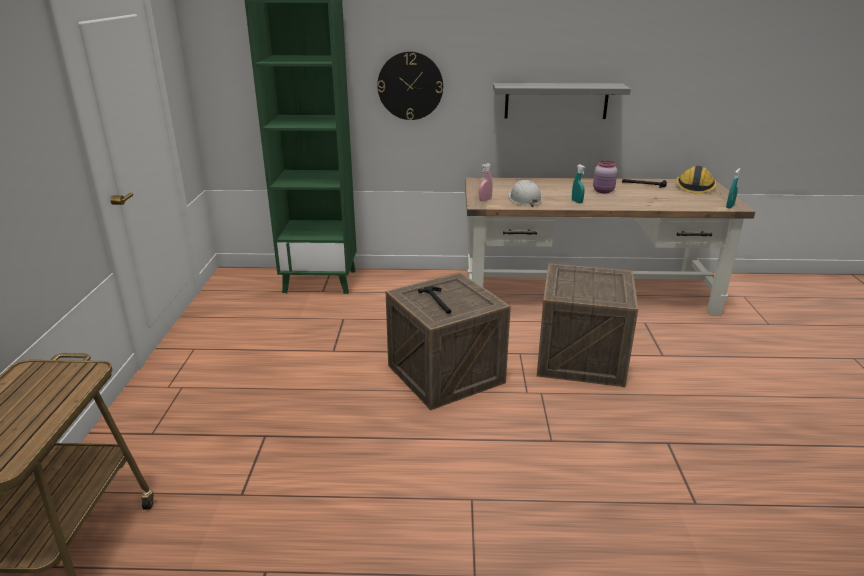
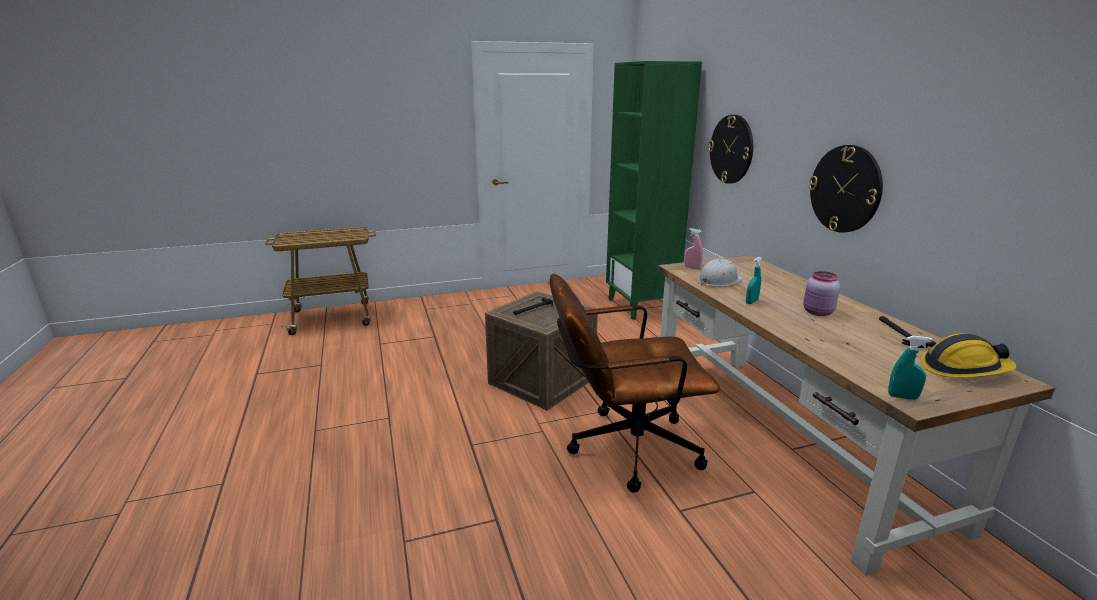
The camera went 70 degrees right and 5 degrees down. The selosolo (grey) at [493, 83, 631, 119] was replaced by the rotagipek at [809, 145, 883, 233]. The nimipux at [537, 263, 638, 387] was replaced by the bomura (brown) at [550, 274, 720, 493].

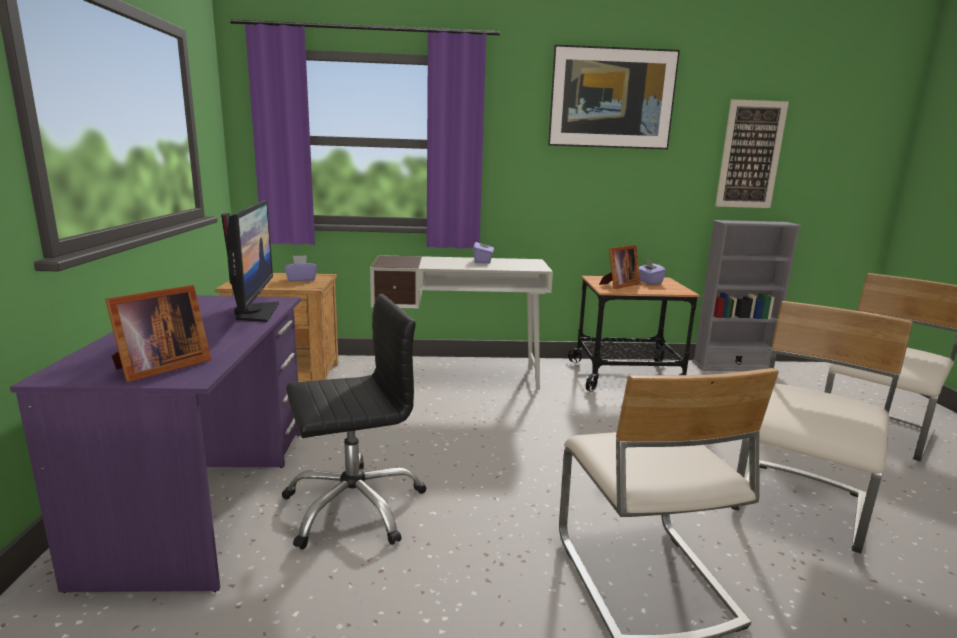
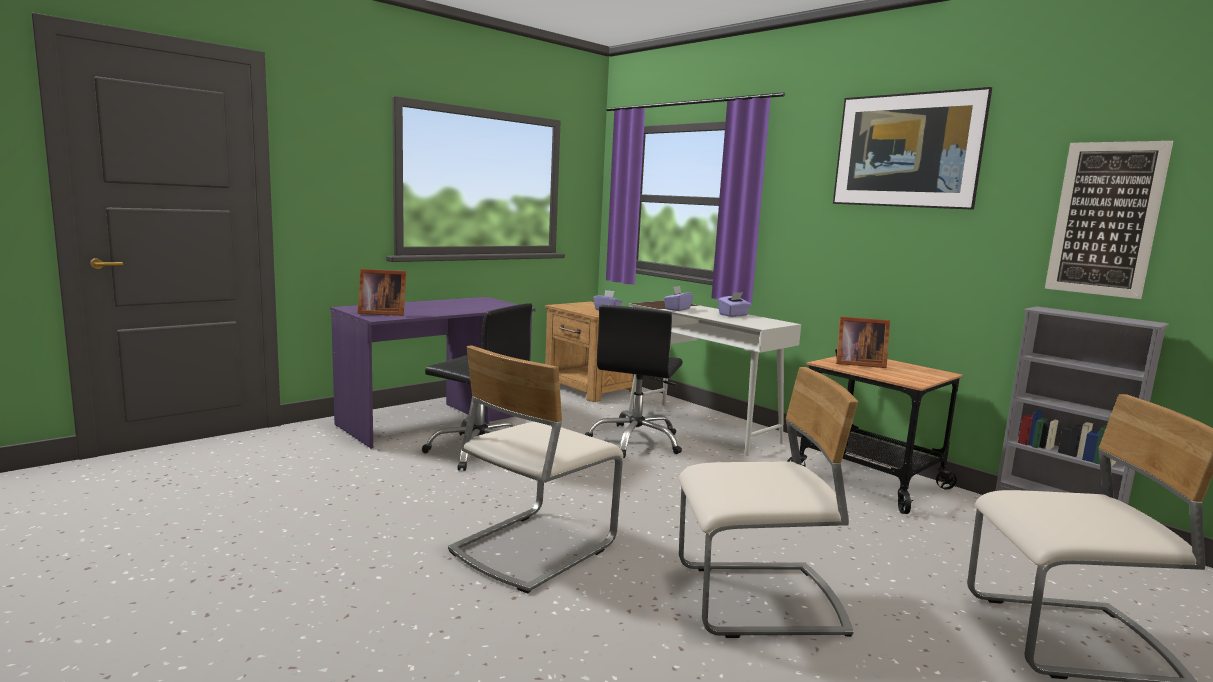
The camera went 50 degrees right and 5 degrees down. The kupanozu at [221, 200, 279, 322] disappeared. The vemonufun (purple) moved from [639, 259, 666, 284] to [664, 286, 693, 311]. The bomura (black) at [585, 305, 683, 458] appeared.

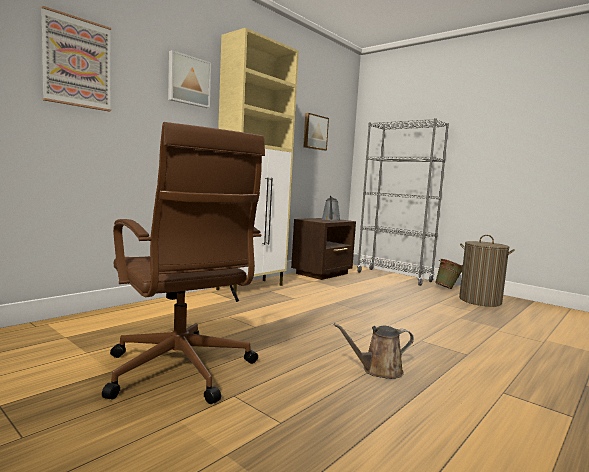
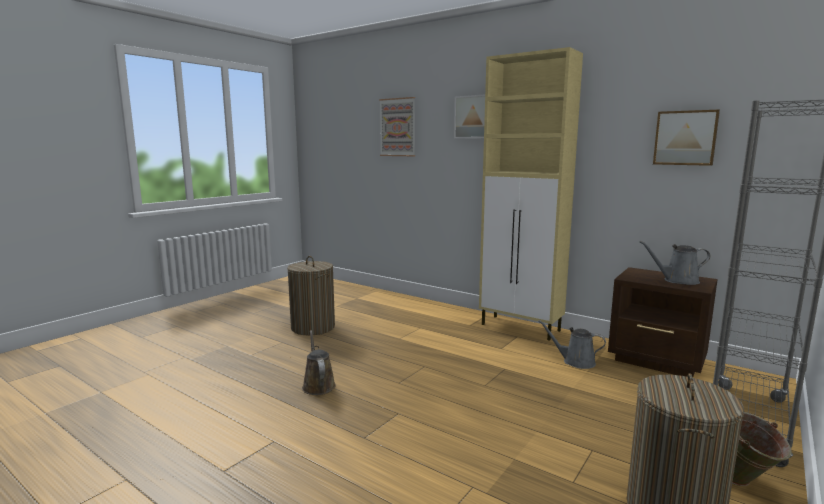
The camera went 85 degrees right and 5 degrees up. The bomura (brown) at [102, 122, 265, 404] was replaced by the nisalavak at [287, 256, 335, 335]. The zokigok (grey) at [538, 320, 606, 369] appeared.

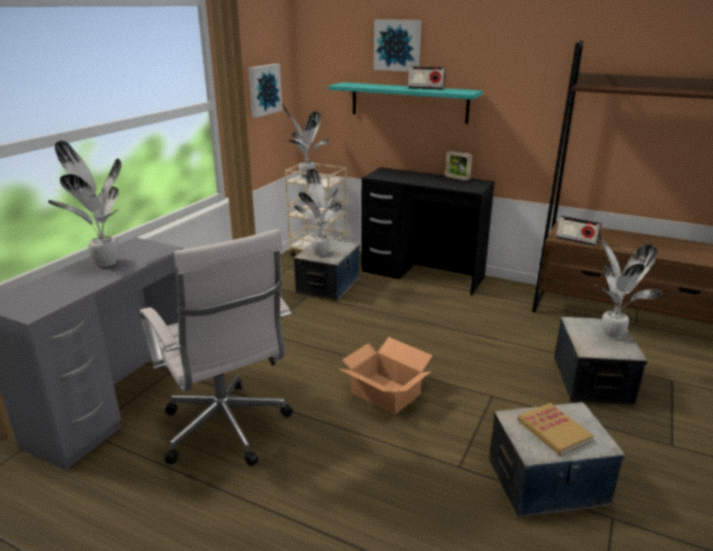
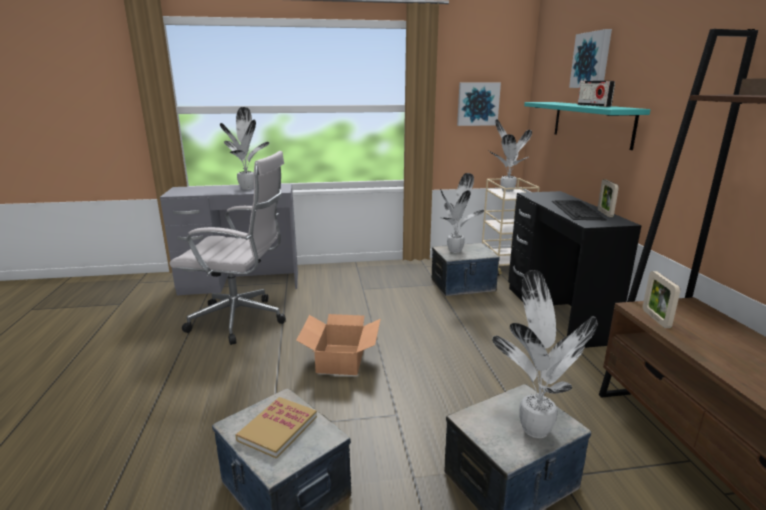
The camera went 55 degrees right and 5 degrees down. The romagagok at [556, 215, 601, 246] was replaced by the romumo at [643, 271, 680, 328]. The bomura (white) at [140, 229, 293, 466] turned 105 degrees counterclockwise. The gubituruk at [552, 200, 607, 220] appeared.

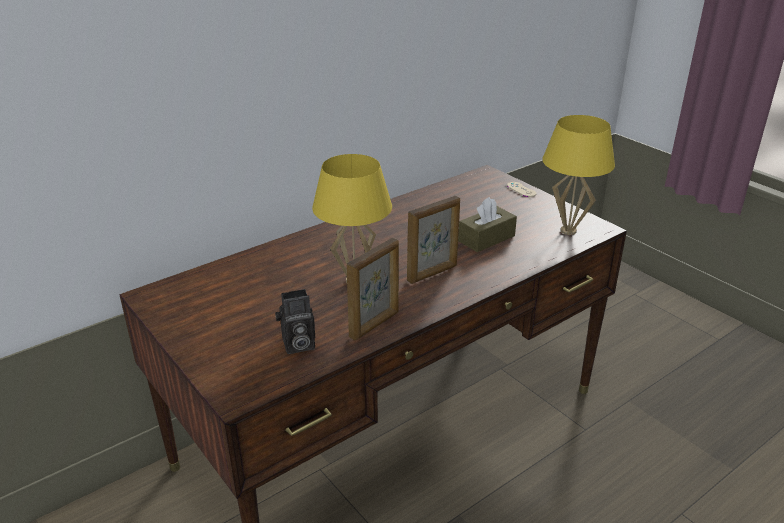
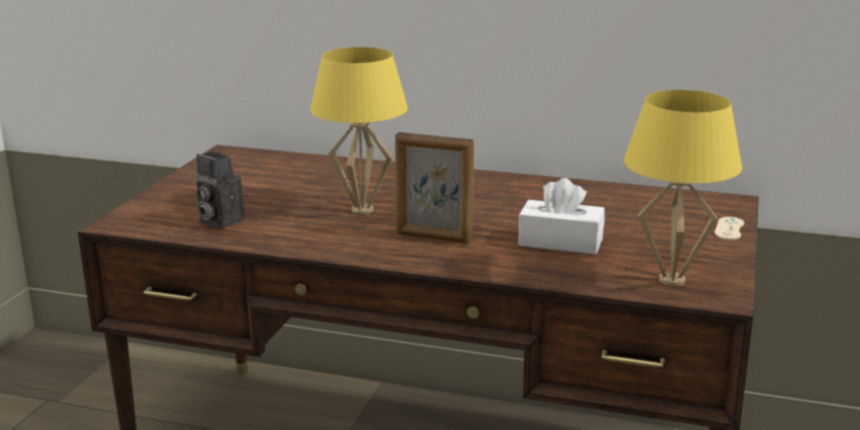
The camera went 55 degrees right and 10 degrees down. The vemonufun (brown) at [458, 197, 517, 252] became the vemonufun (white) at [518, 178, 605, 254]. The romumo at [347, 238, 399, 341] disappeared.

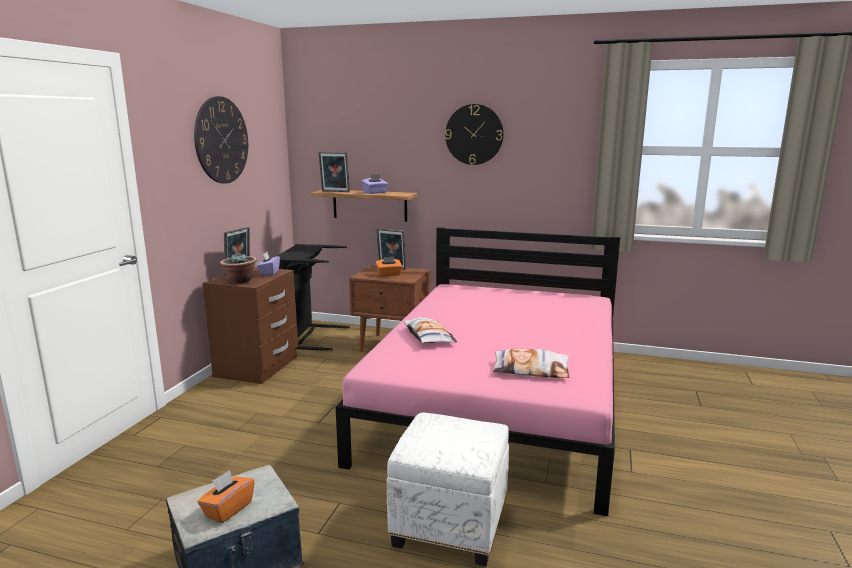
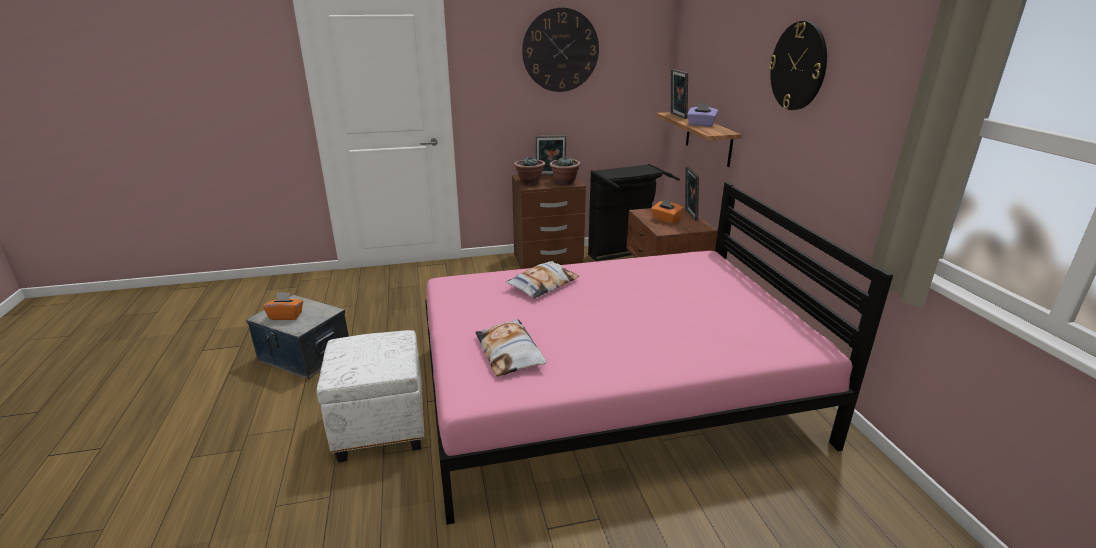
The camera went 60 degrees right and 10 degrees up. The vemonufun (purple) at [257, 252, 280, 275] was replaced by the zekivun at [549, 156, 581, 184].

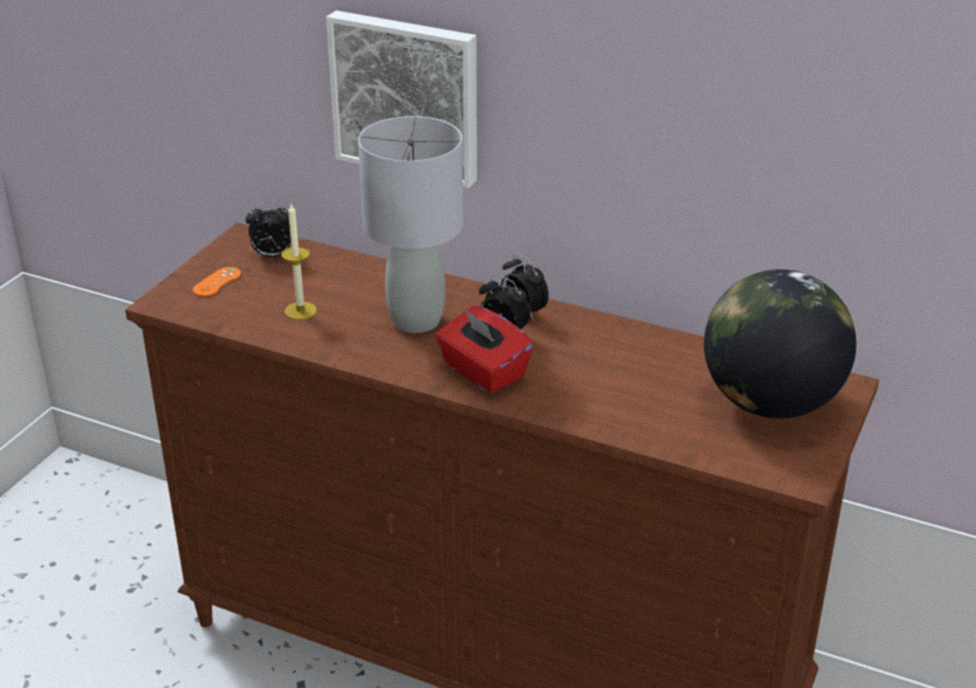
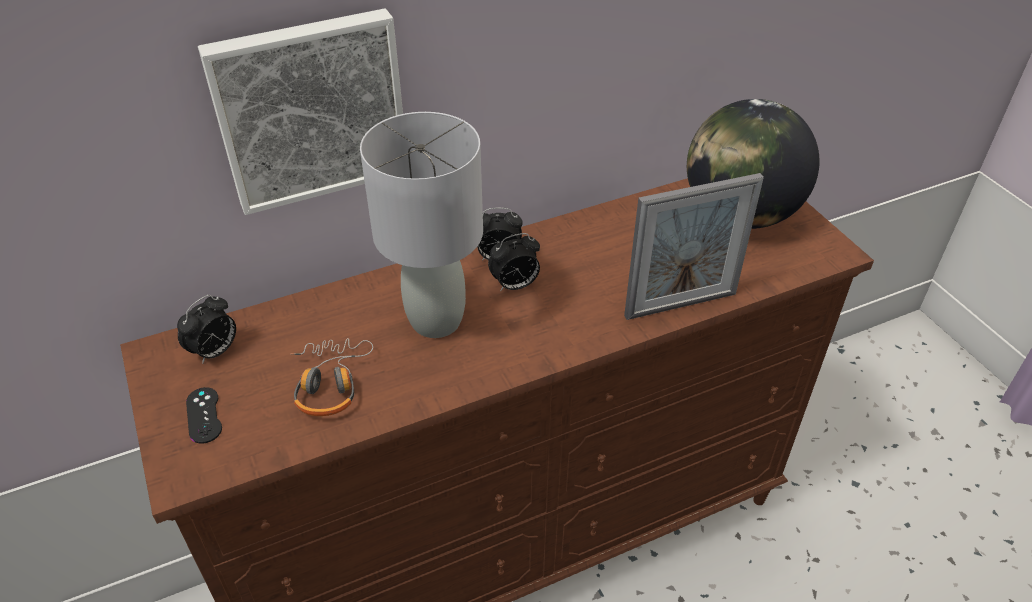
The camera went 50 degrees left and 10 degrees up. The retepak at [282, 204, 317, 320] was replaced by the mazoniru at [290, 338, 373, 416]. The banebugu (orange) at [193, 267, 241, 297] became the banebugu (black) at [186, 387, 222, 444]. The vemonufun (red) at [435, 306, 534, 394] disappeared. The romumo at [624, 173, 764, 320] appeared.

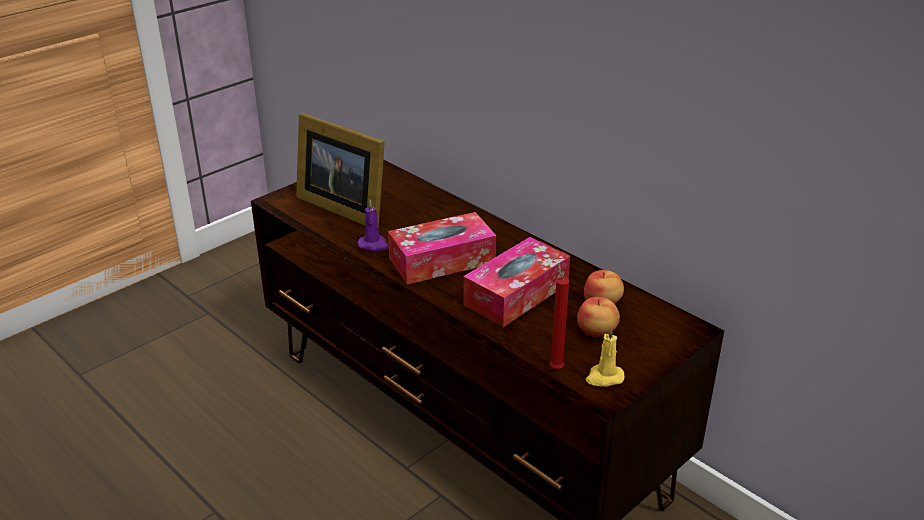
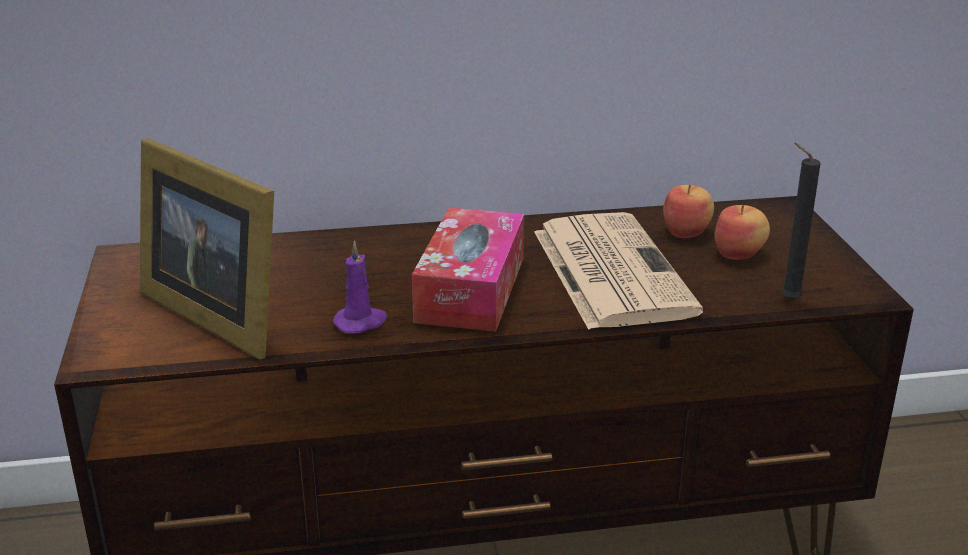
The camera went 55 degrees left and 5 degrees down. The romumo at [296, 113, 385, 227] turned 60 degrees clockwise. The vemonufun at [463, 237, 570, 327] was replaced by the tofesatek at [534, 212, 703, 330]. The retepak (red) at [550, 263, 569, 369] became the retepak (black) at [781, 143, 821, 301]. The retepak (yellow) at [586, 326, 625, 387] disappeared.

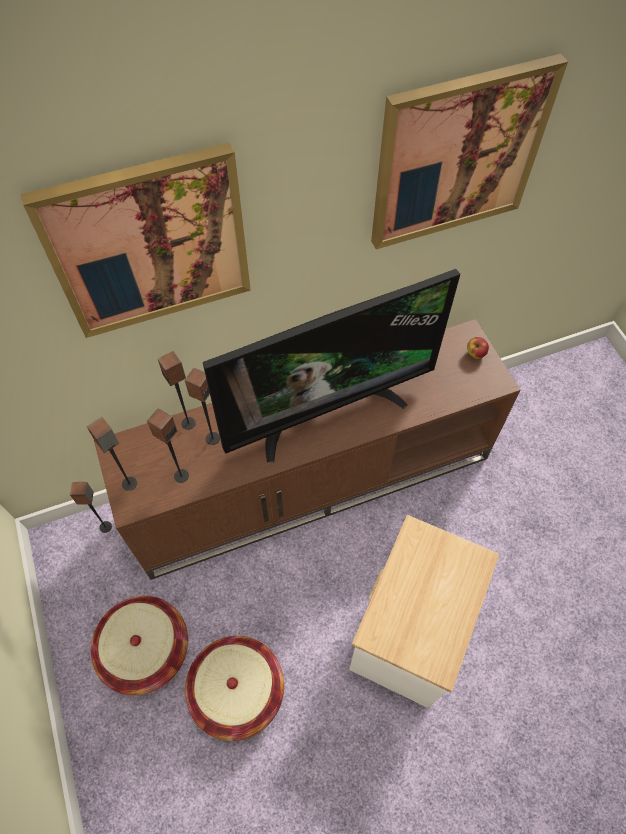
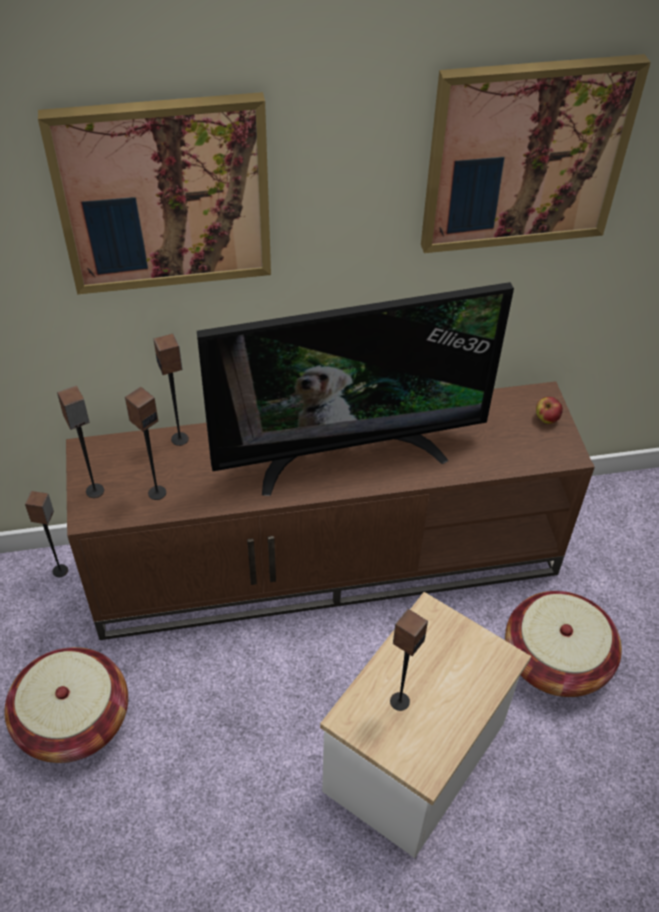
The camera went 10 degrees right and 10 degrees down. The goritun moved from [185, 368, 220, 445] to [390, 609, 428, 711]. The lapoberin moved from [185, 636, 284, 741] to [505, 591, 622, 697].

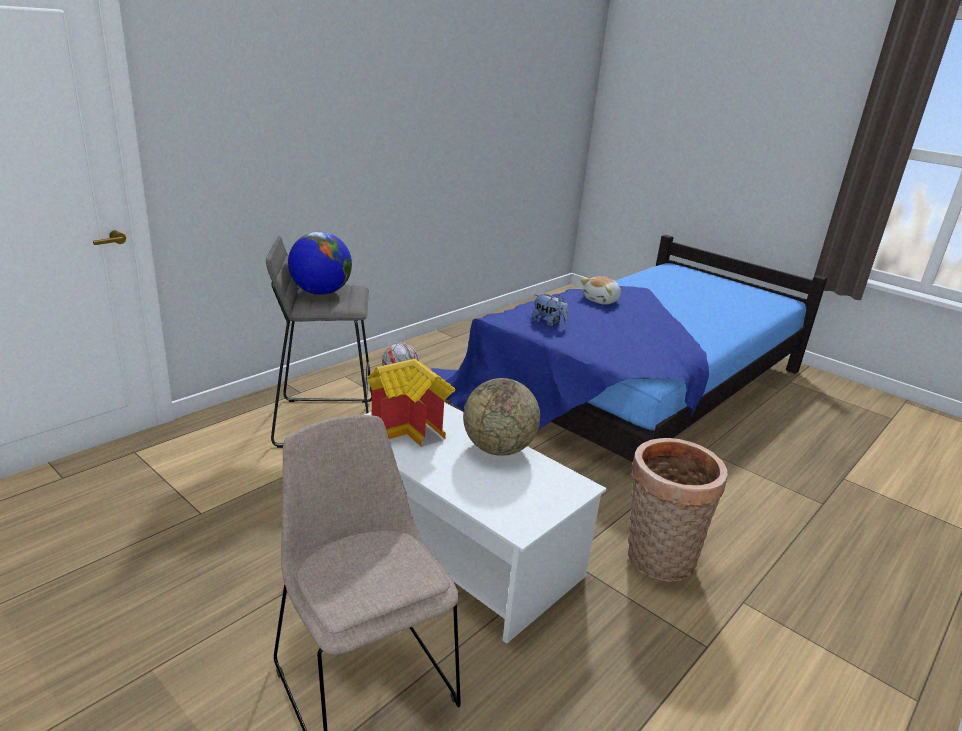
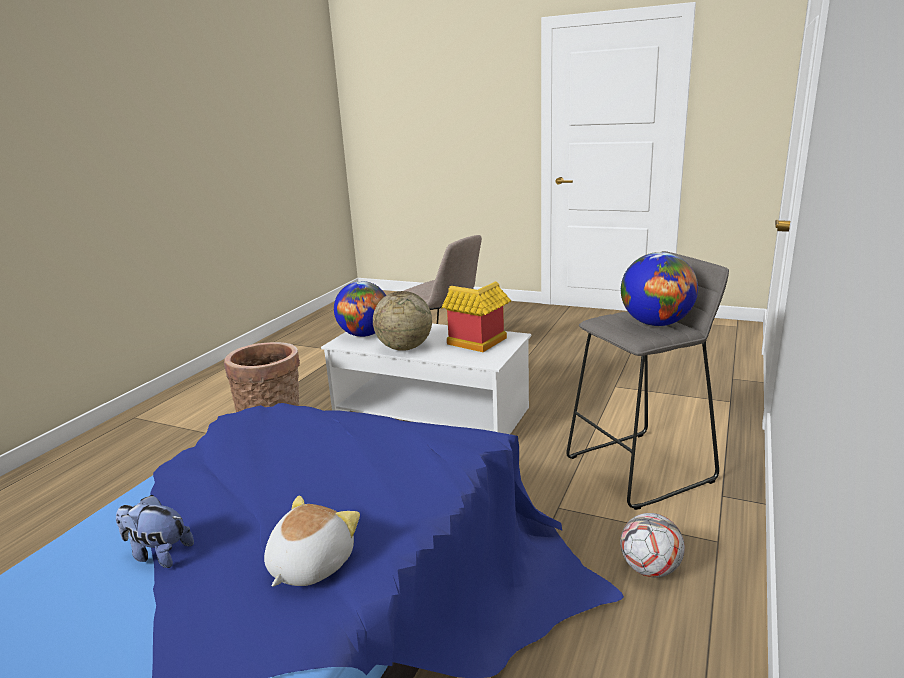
The camera went 165 degrees right and 5 degrees down. The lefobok moved from [532, 294, 568, 326] to [116, 495, 194, 568]. The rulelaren at [334, 281, 386, 337] appeared.

